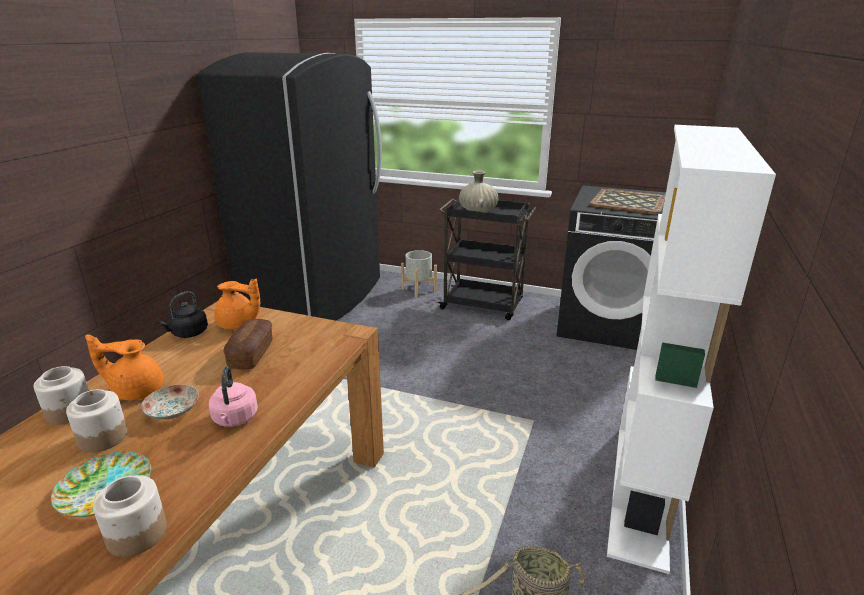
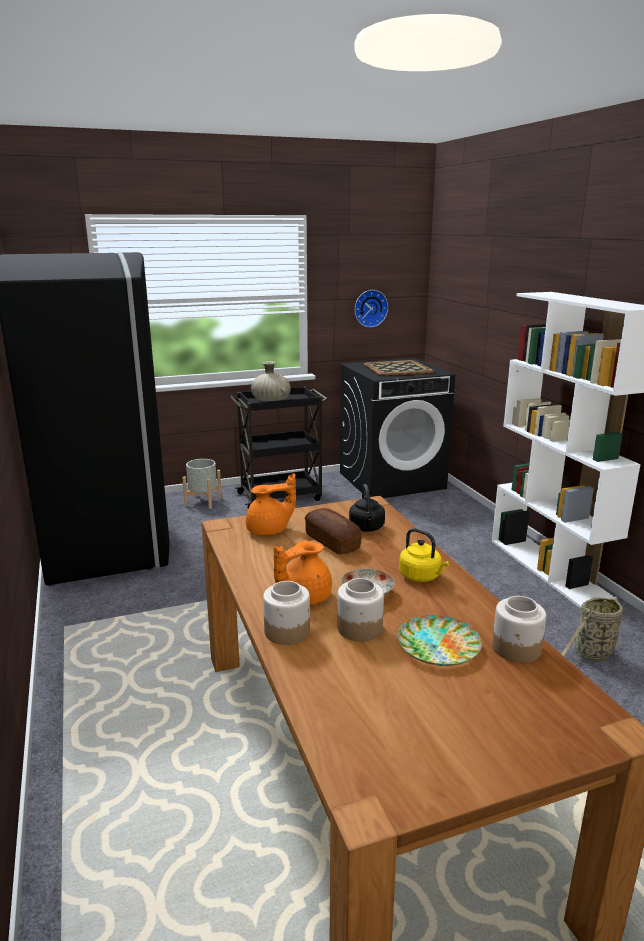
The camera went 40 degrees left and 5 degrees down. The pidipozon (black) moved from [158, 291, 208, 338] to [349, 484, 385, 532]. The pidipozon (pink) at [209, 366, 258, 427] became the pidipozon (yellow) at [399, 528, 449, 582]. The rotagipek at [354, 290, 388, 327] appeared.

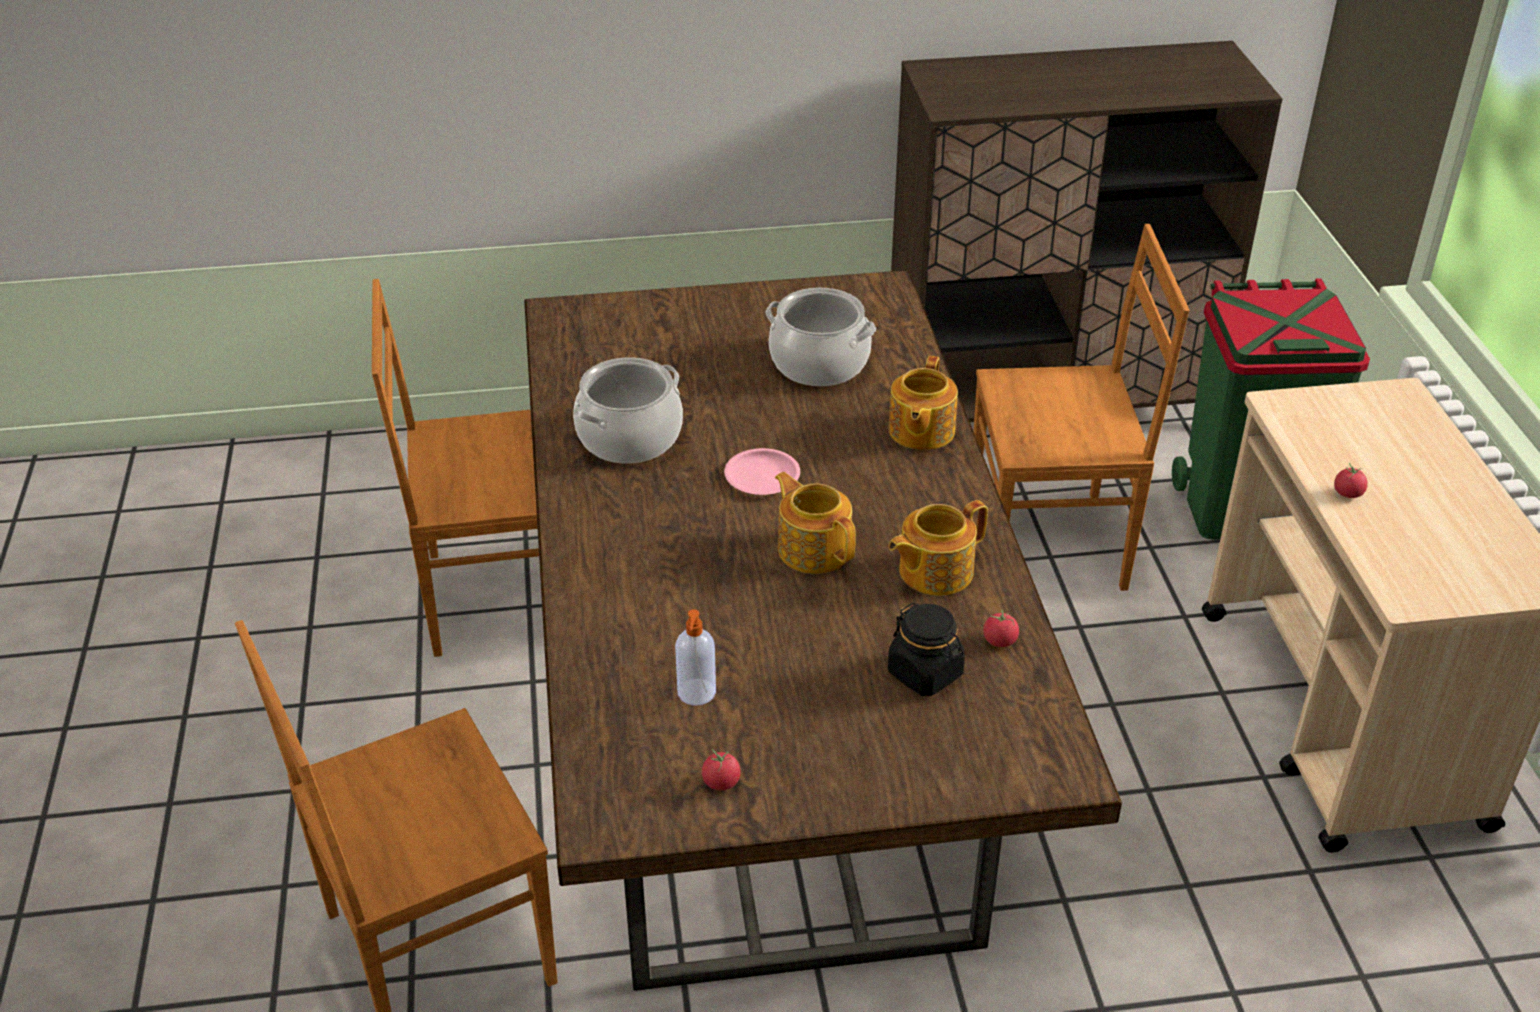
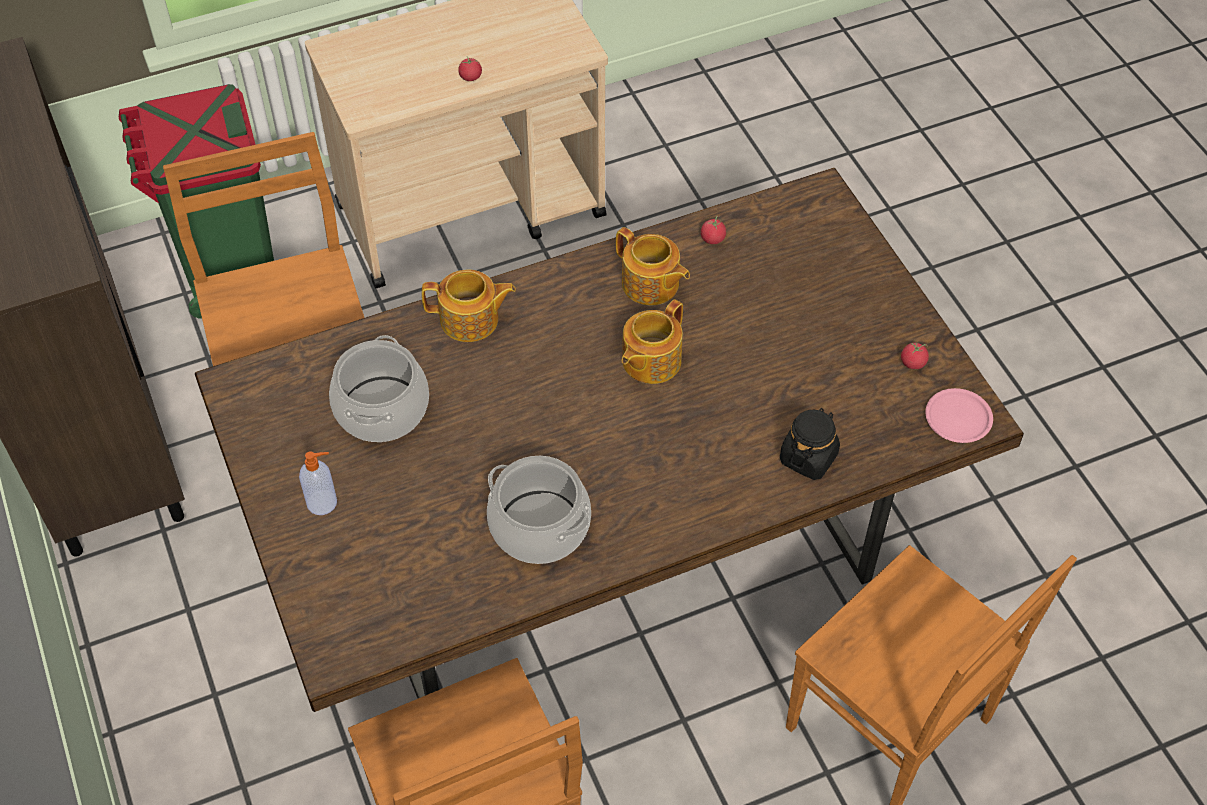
The camera went 105 degrees left and 15 degrees up. The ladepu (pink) moved from [724, 448, 800, 495] to [925, 388, 993, 443]. The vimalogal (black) moved from [888, 602, 965, 696] to [780, 408, 840, 480]. The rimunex moved from [675, 609, 716, 706] to [299, 452, 337, 515].

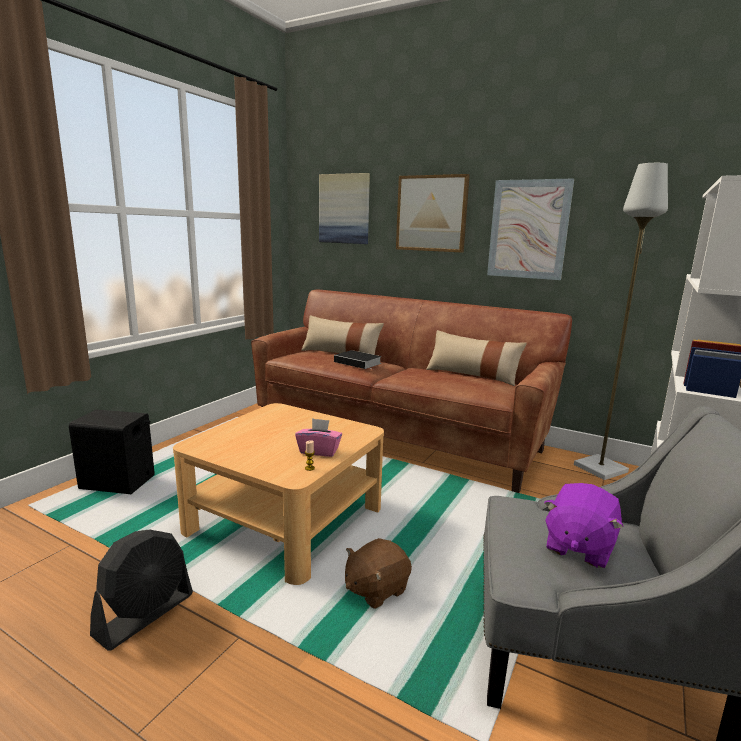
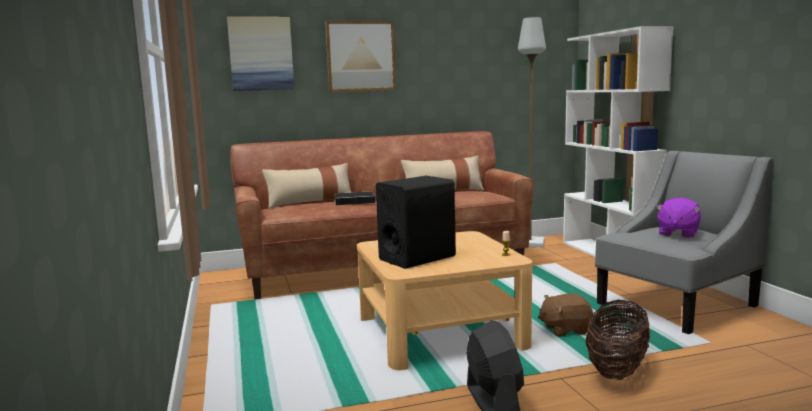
The camera went 45 degrees left and 5 degrees down. The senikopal at [487, 178, 574, 280] disappeared. The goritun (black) moved from [69, 409, 155, 494] to [376, 176, 456, 269]. The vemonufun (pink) at [295, 418, 342, 457] disappeared. The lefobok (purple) at [544, 483, 624, 568] turned 45 degrees clockwise. The lefobok (brown) at [345, 538, 412, 609] turned 75 degrees clockwise. The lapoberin at [585, 300, 650, 380] appeared.

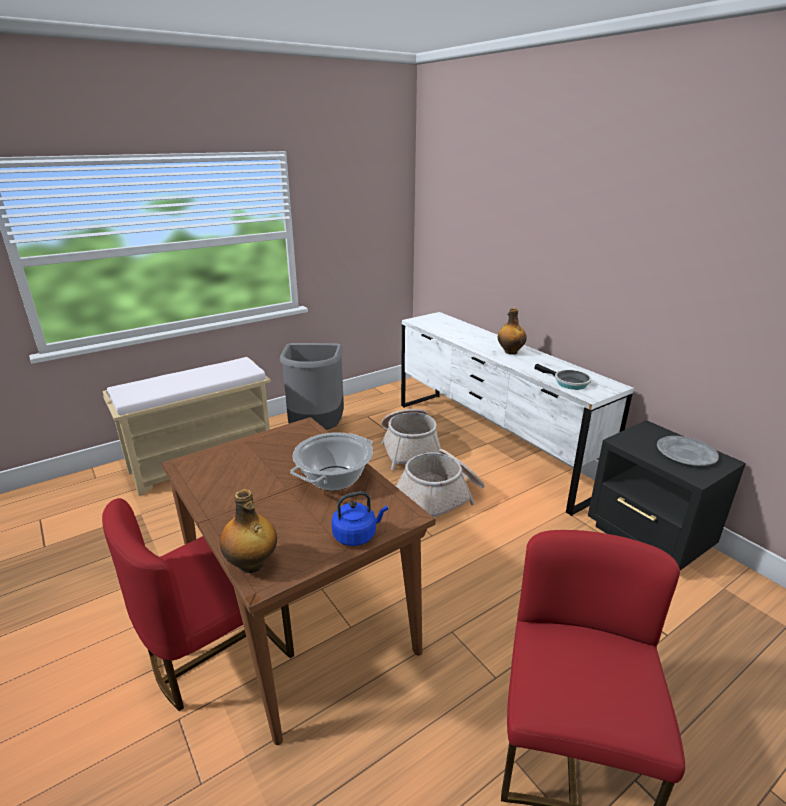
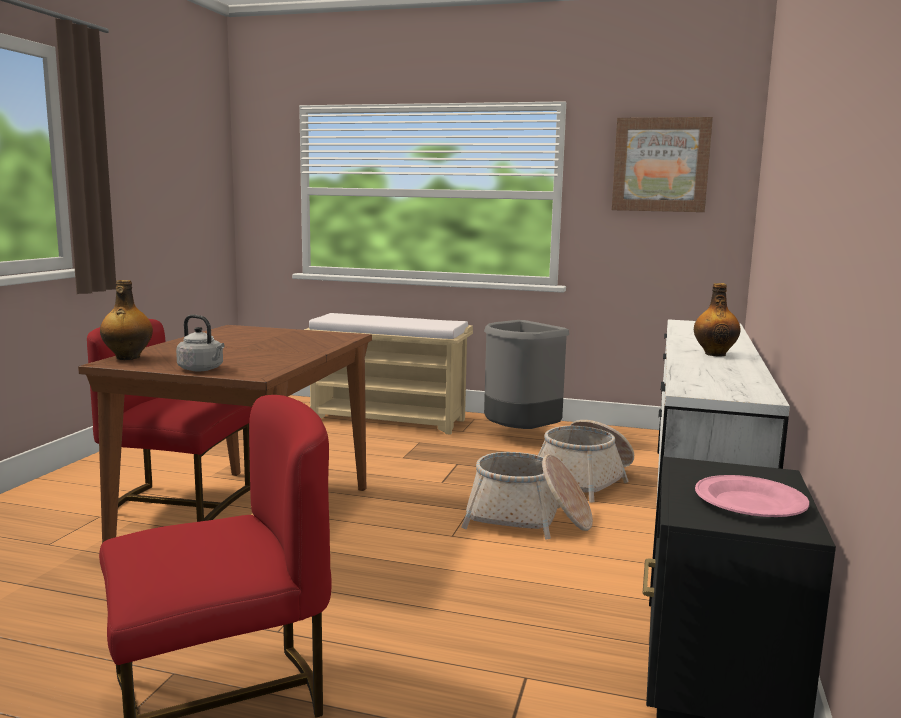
The camera went 50 degrees right and 15 degrees down. The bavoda at [534, 364, 591, 390] disappeared. The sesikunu at [290, 432, 373, 491] disappeared. The ladepu (grey) at [657, 436, 719, 466] became the ladepu (pink) at [695, 475, 809, 517]. The pidipozon (blue) at [331, 491, 388, 546] became the pidipozon (grey) at [176, 315, 225, 371]. The senikopal at [612, 117, 713, 212] appeared.

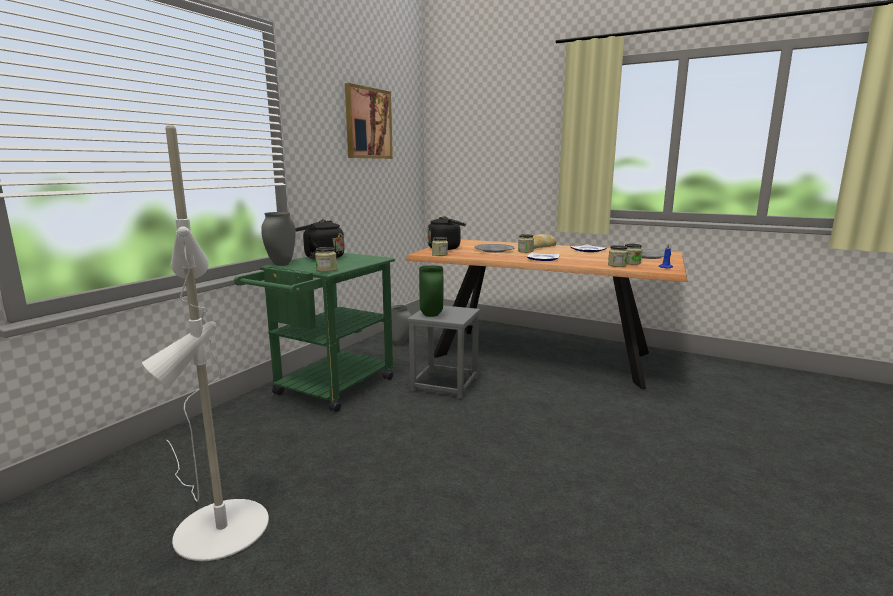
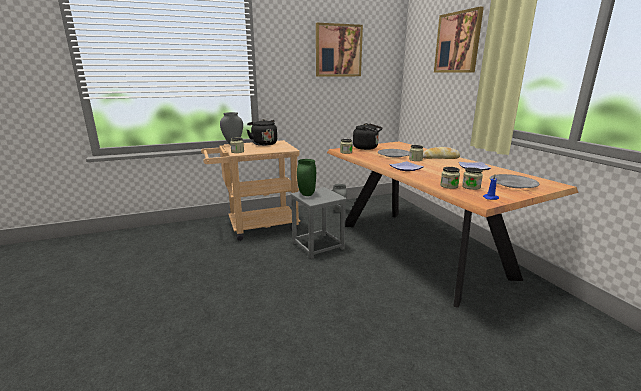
The camera went 40 degrees right and 5 degrees up. The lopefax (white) at [142, 124, 269, 561] disappeared. The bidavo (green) at [234, 253, 395, 412] became the bidavo (beige) at [201, 140, 300, 241]. The senikopal at [434, 7, 484, 73] appeared.

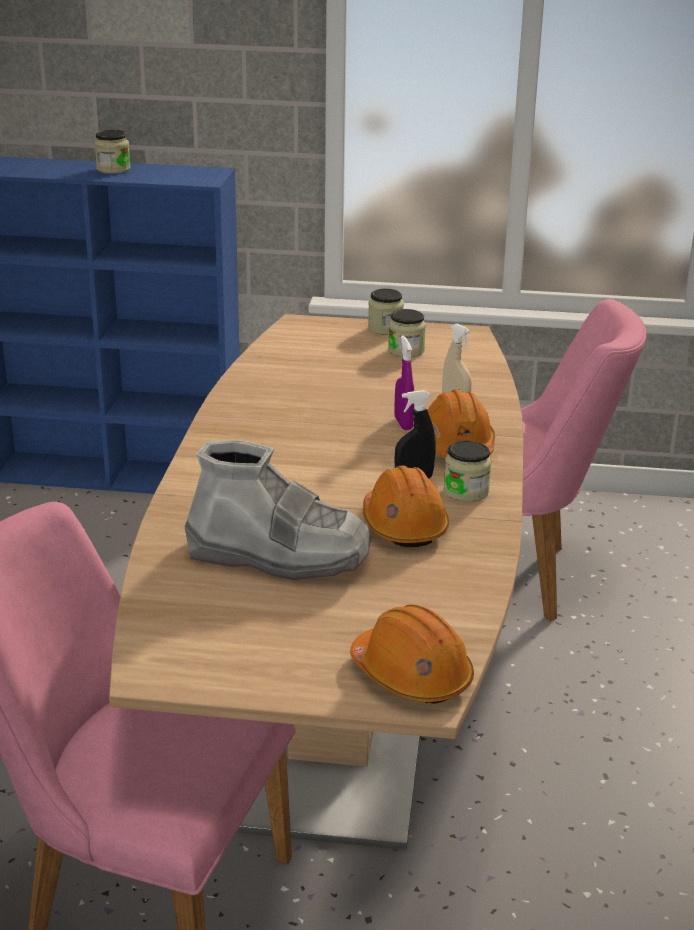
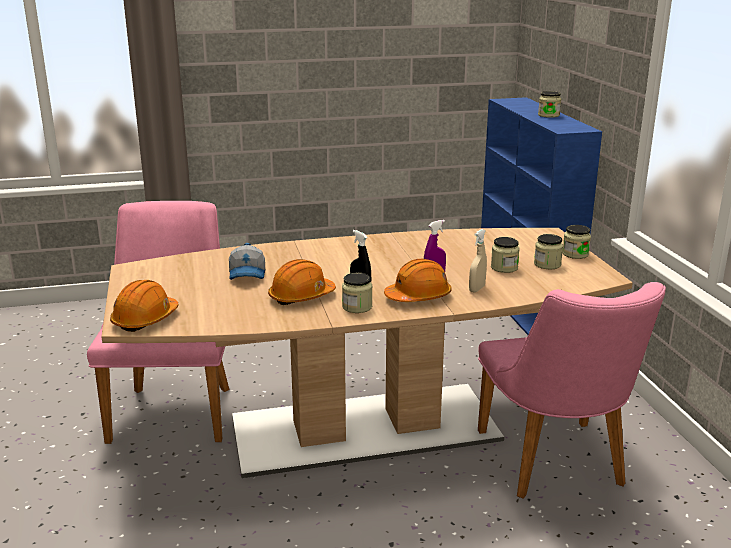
The camera went 70 degrees right and 5 degrees down. The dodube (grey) at [184, 440, 371, 580] was replaced by the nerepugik at [229, 243, 265, 280]. The vimalogal at [491, 237, 520, 273] appeared.

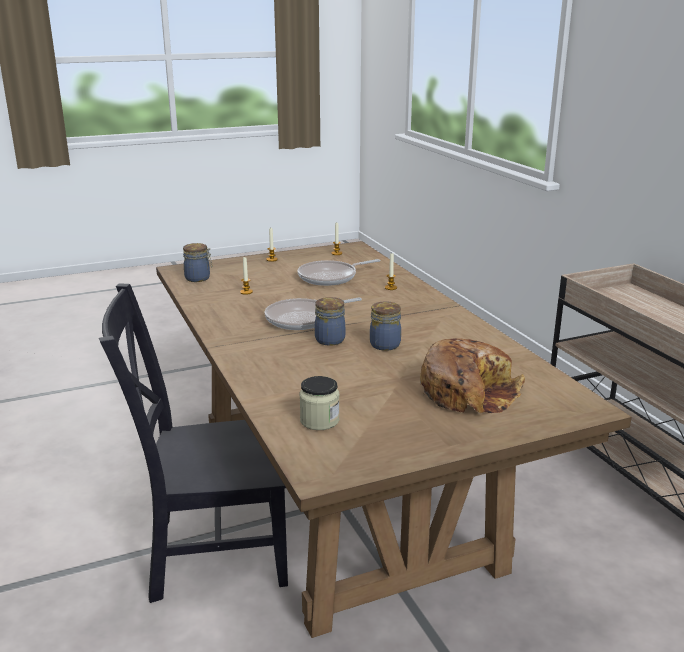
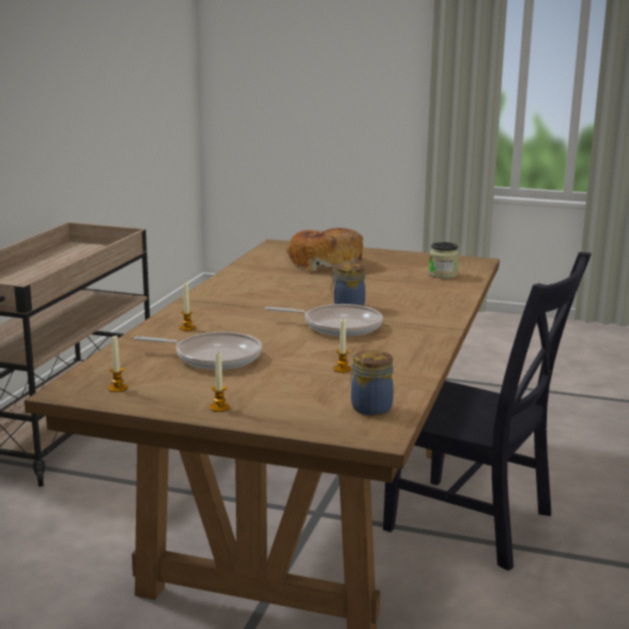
The camera went 140 degrees left and 5 degrees down. The vimalogal at [370, 301, 401, 351] disappeared.

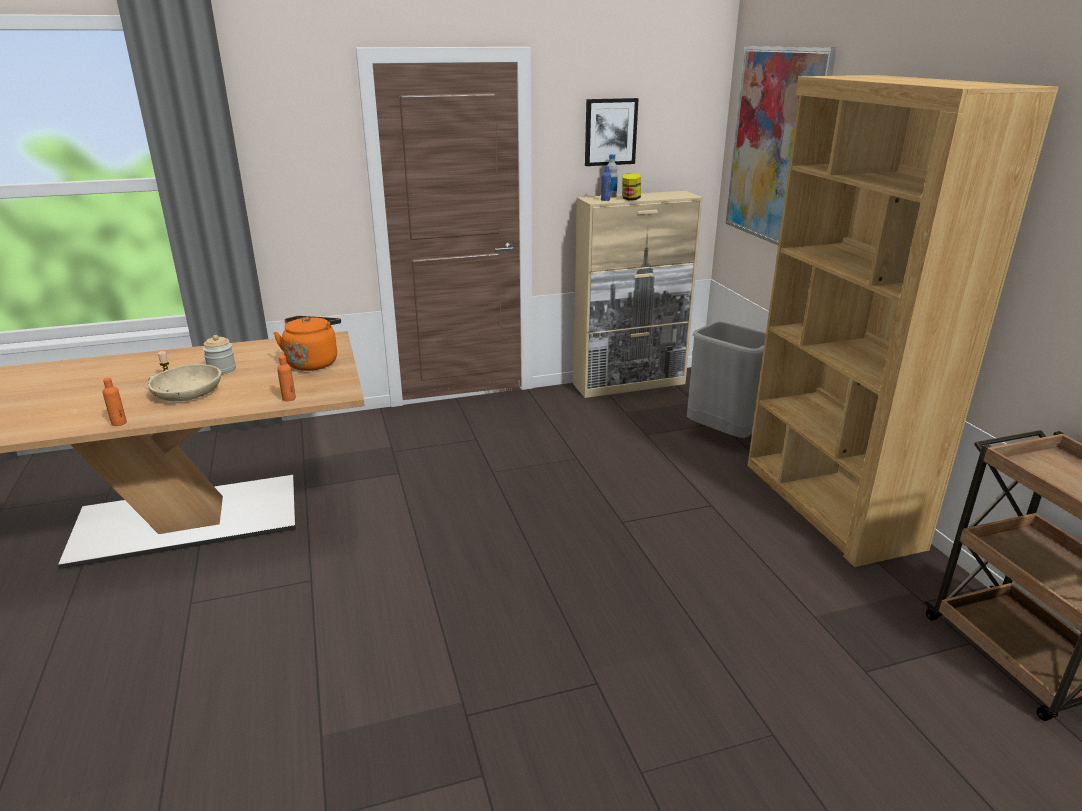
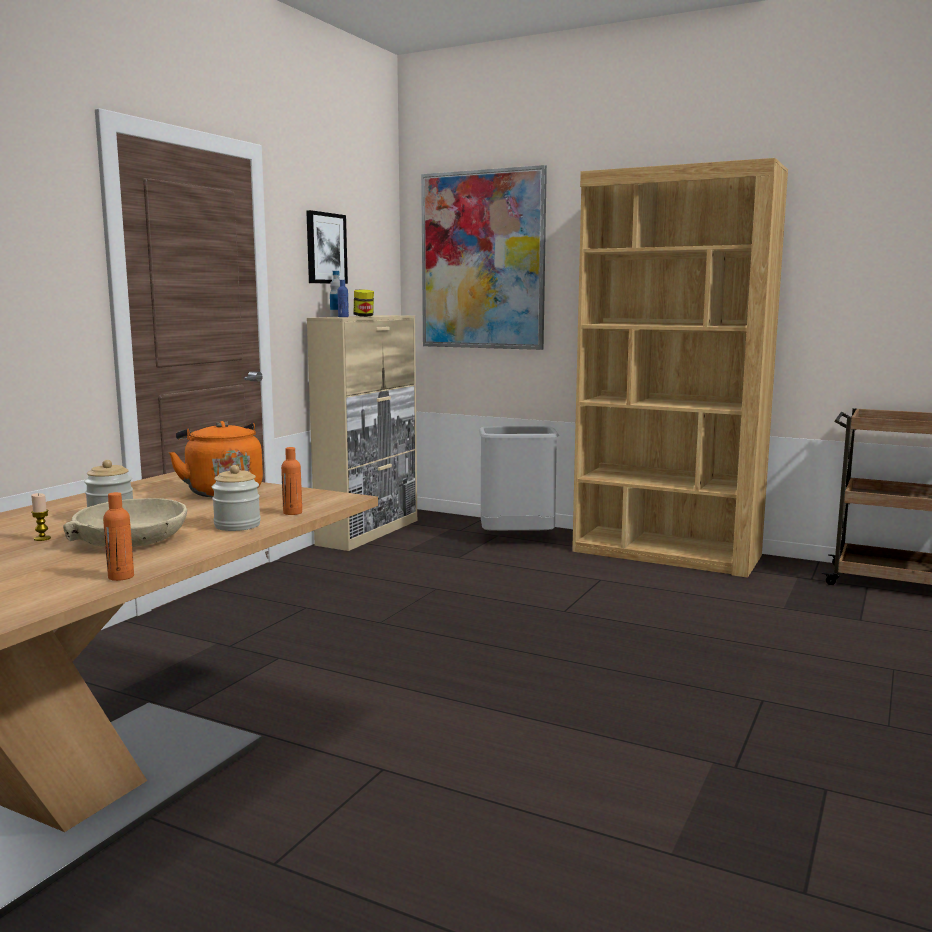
The camera went 45 degrees left and 15 degrees down. The vimalogal at [212, 465, 261, 531] appeared.

